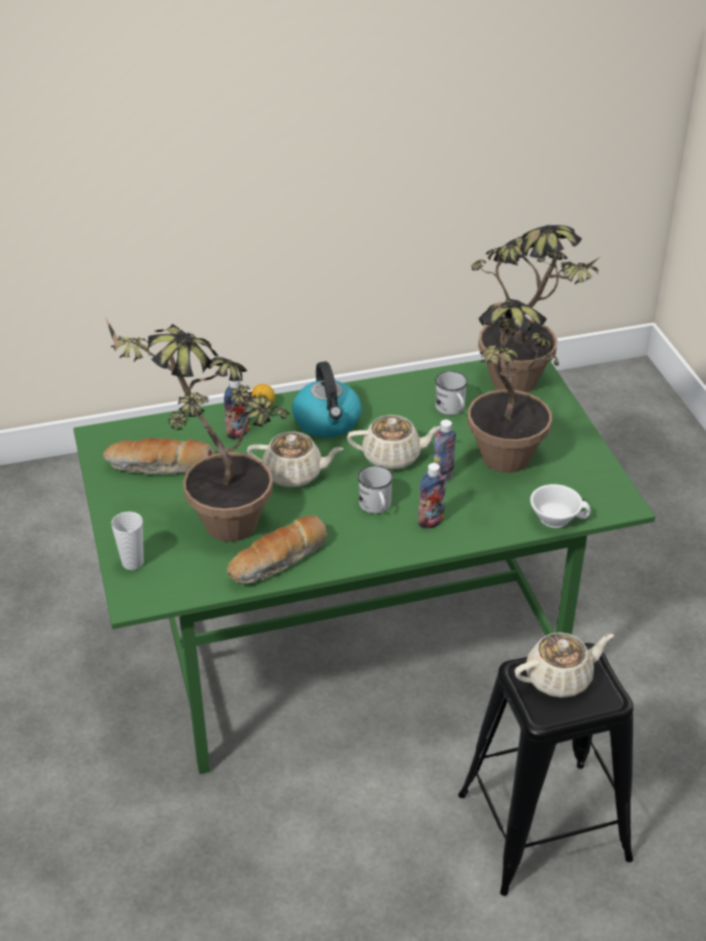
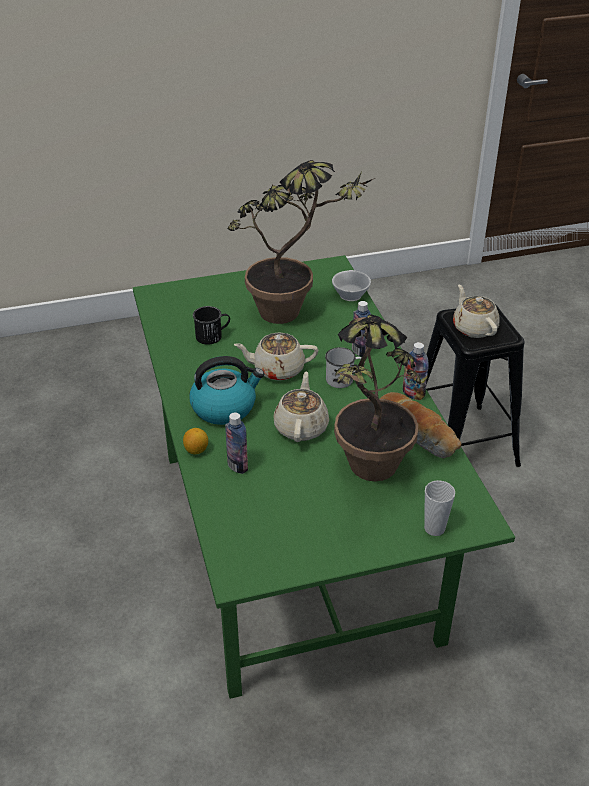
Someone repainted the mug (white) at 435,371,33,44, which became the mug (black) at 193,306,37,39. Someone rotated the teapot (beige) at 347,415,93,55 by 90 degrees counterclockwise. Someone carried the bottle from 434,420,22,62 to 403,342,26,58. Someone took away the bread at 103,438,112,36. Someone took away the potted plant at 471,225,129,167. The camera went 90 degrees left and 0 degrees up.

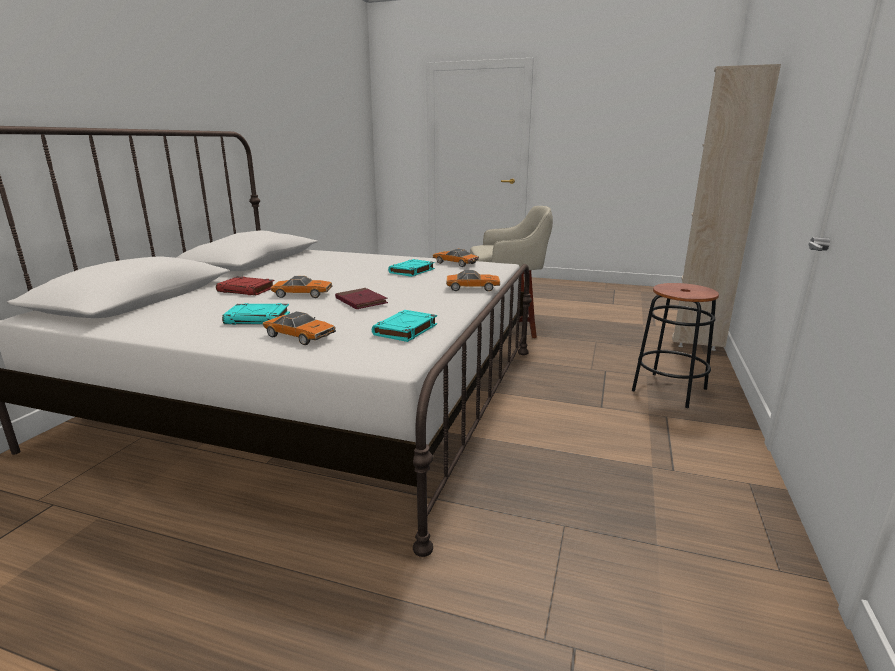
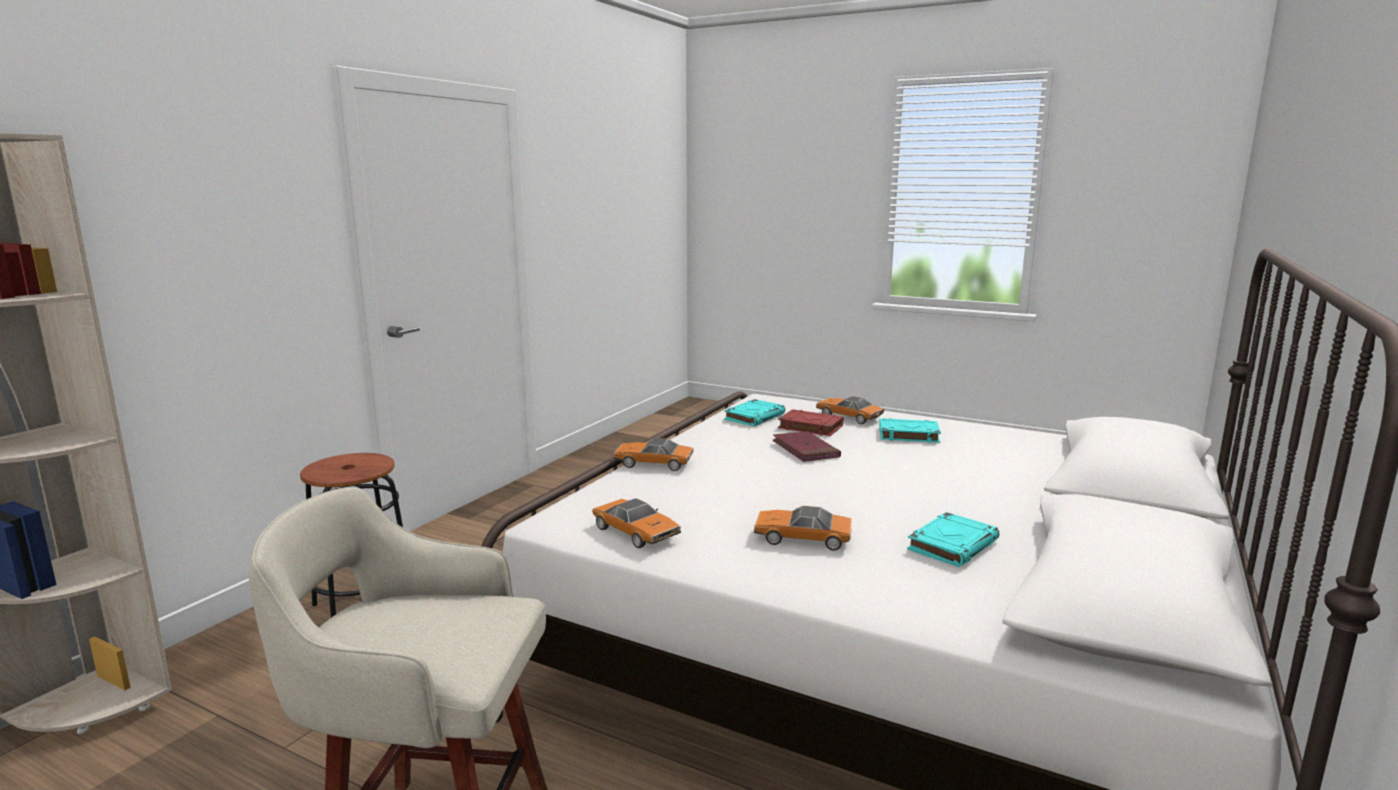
Someone carried the toy car from 271,276,61,22 to 754,506,98,45. Someone carried the book (red) from 216,277,58,18 to 778,409,66,27. Someone carried the book (turquoise) from 388,259,47,18 to 907,512,92,55. The camera went 170 degrees left and 5 degrees down.

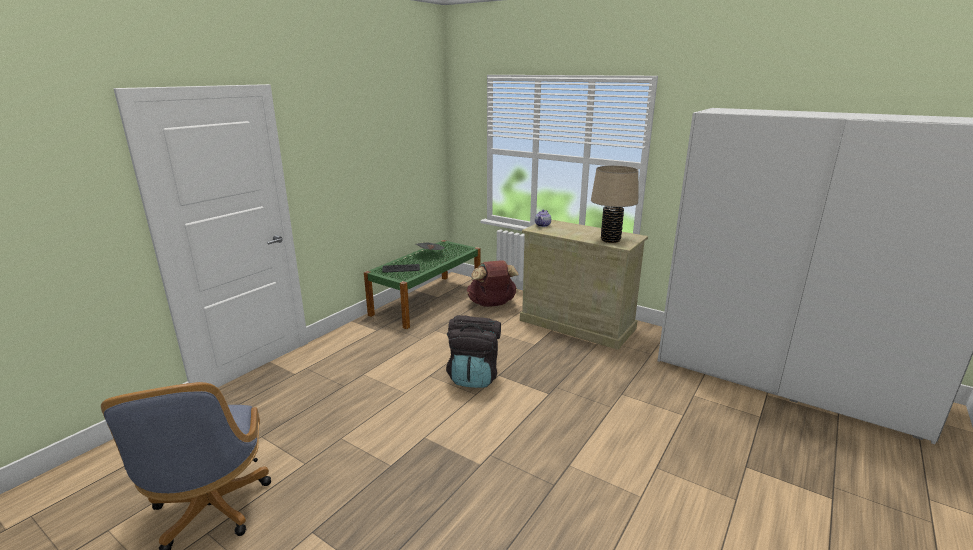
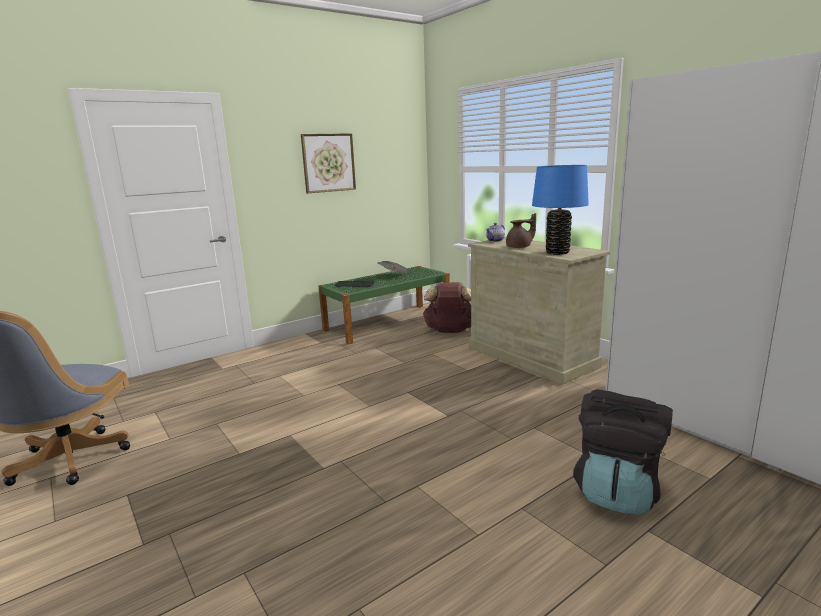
Someone put up the picture at 301,133,55,60. Someone put down the teapot (brown) at 506,213,30,35. Someone repainted the table lamp (beige) at 591,165,48,78, which became the table lamp (blue) at 532,165,57,90. Someone carried the backpack (black) from 446,315,55,73 to 573,389,100,126. The camera went 20 degrees right and 5 degrees down.

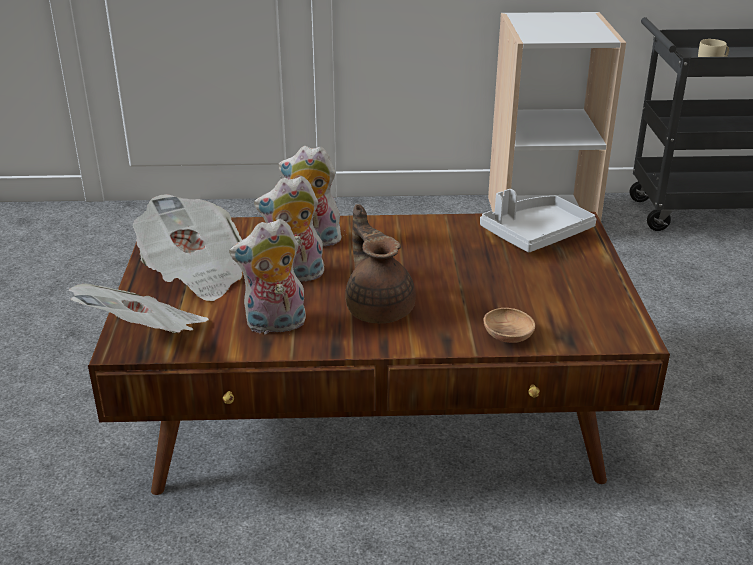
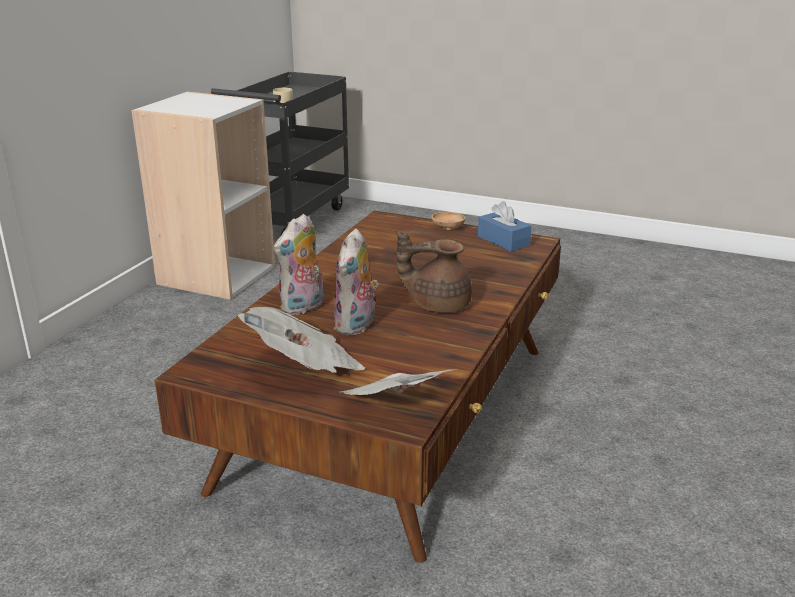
Someone carried the bowl (brown) from 484,308,51,35 to 432,212,33,18. Someone put down the tissue box (blue) at 478,201,53,51. Someone took away the plush toy at 229,219,77,115. Someone took away the tray (grey) at 480,189,117,63. The camera went 65 degrees left and 5 degrees down.

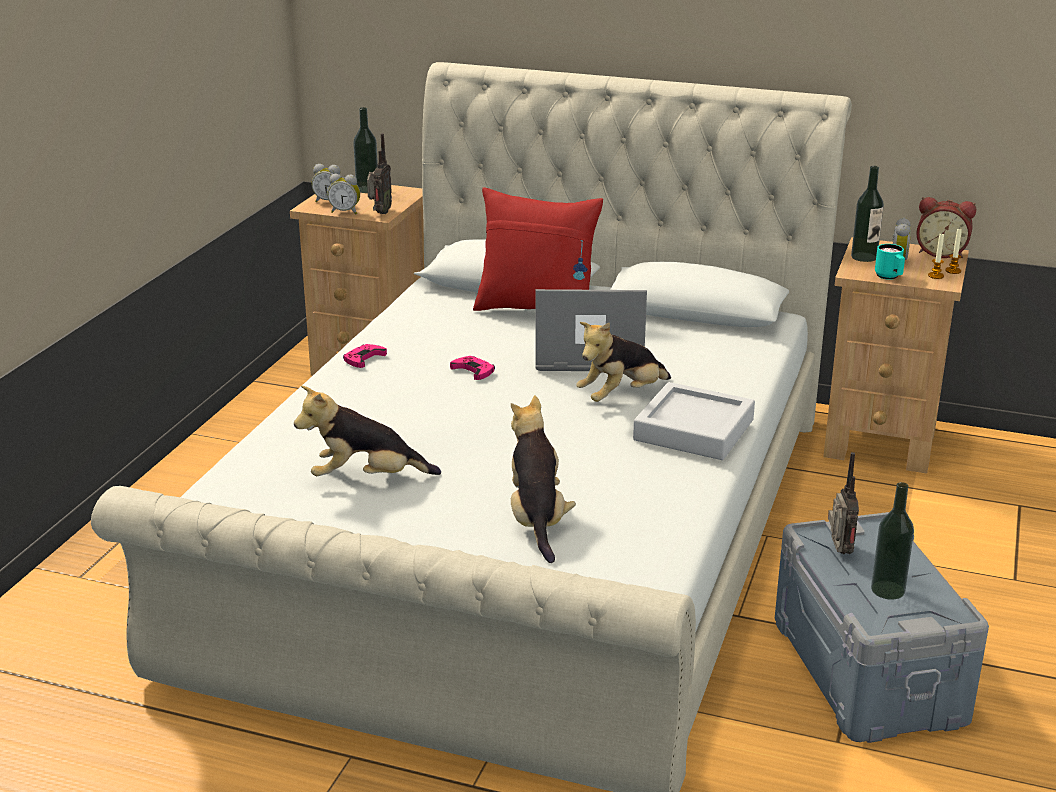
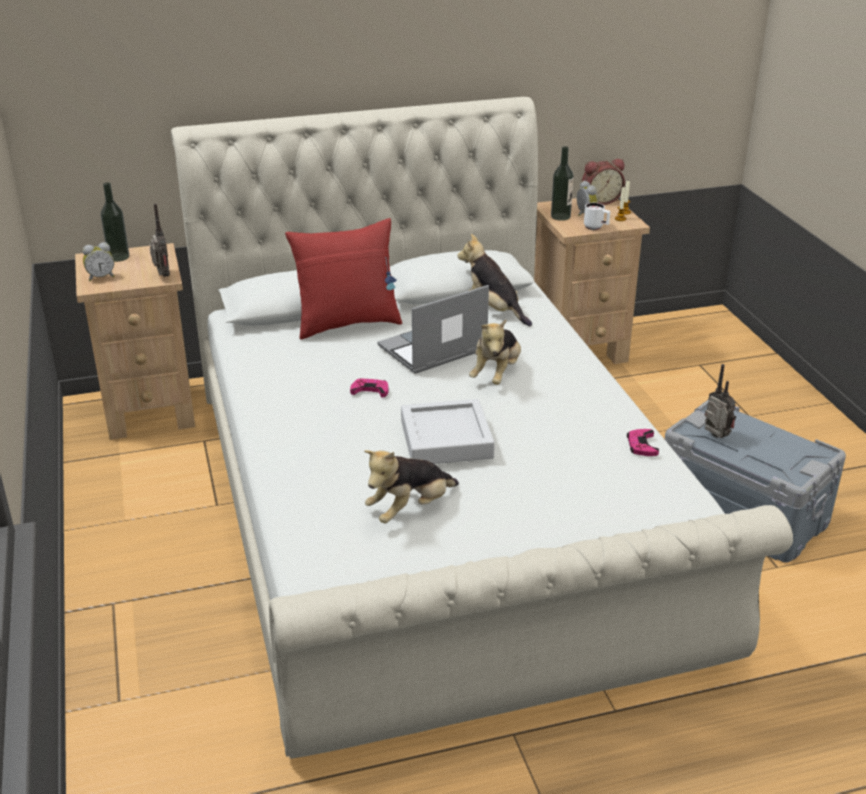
Someone carried the tray (grey) from 633,382,122,78 to 401,399,94,65. Someone carried the plush toy from 511,395,65,168 to 457,234,75,92. Someone repainted the mug (turquoise) at 875,244,30,36, which became the mug (white) at 584,203,26,27. Someone carried the game controller (pink) from 343,344,44,24 to 627,429,32,27. Someone took away the alarm clock at 327,174,33,40. Someone took away the bottle at 871,482,43,118. The camera went 35 degrees left and 5 degrees up.

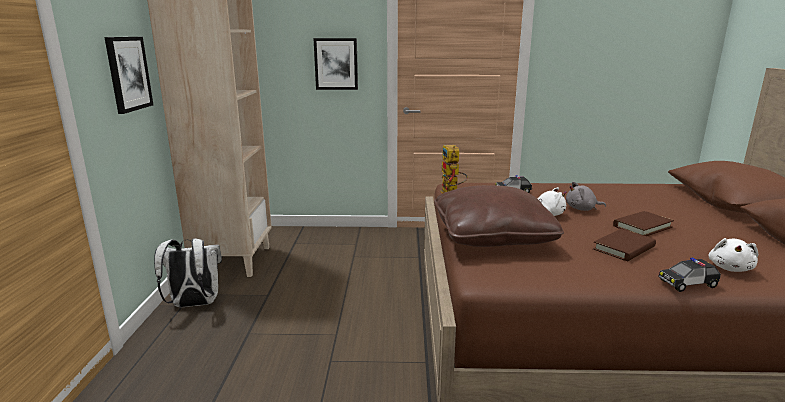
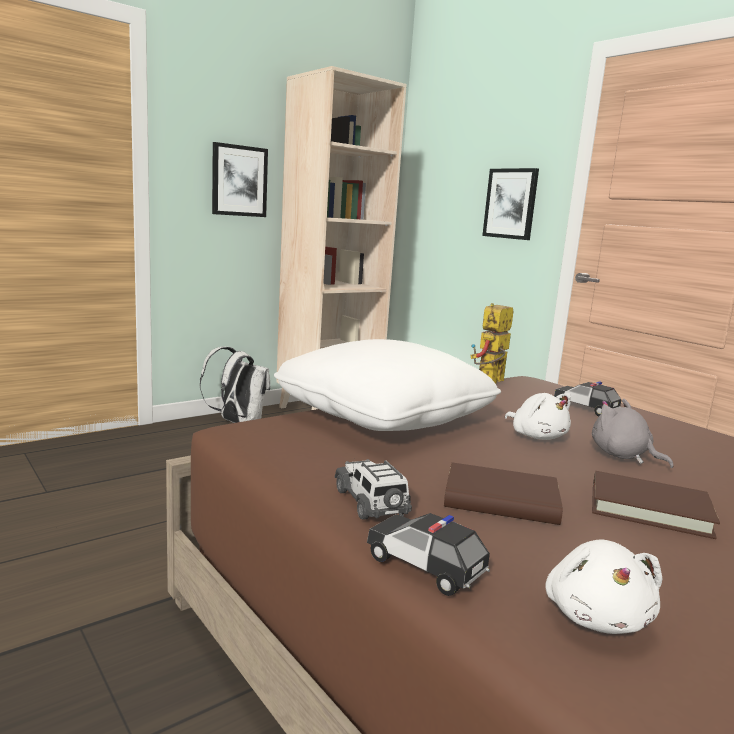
Someone repainted the pillow (brown) at 434,185,130,62, which became the pillow (white) at 274,339,227,92. Someone put down the toy car at 334,459,78,61. Someone rotated the plush toy (white) at 708,238,50,34 by 75 degrees counterclockwise. The camera went 50 degrees right and 5 degrees down.

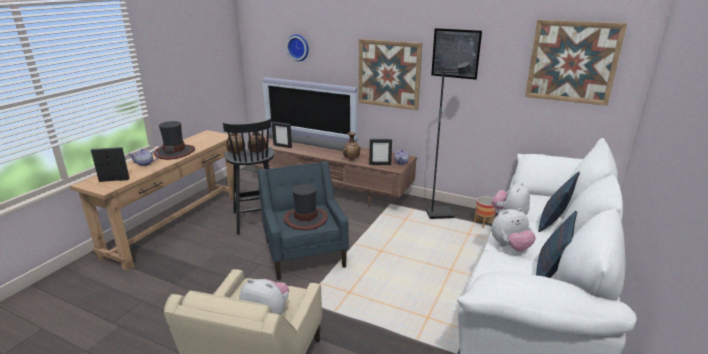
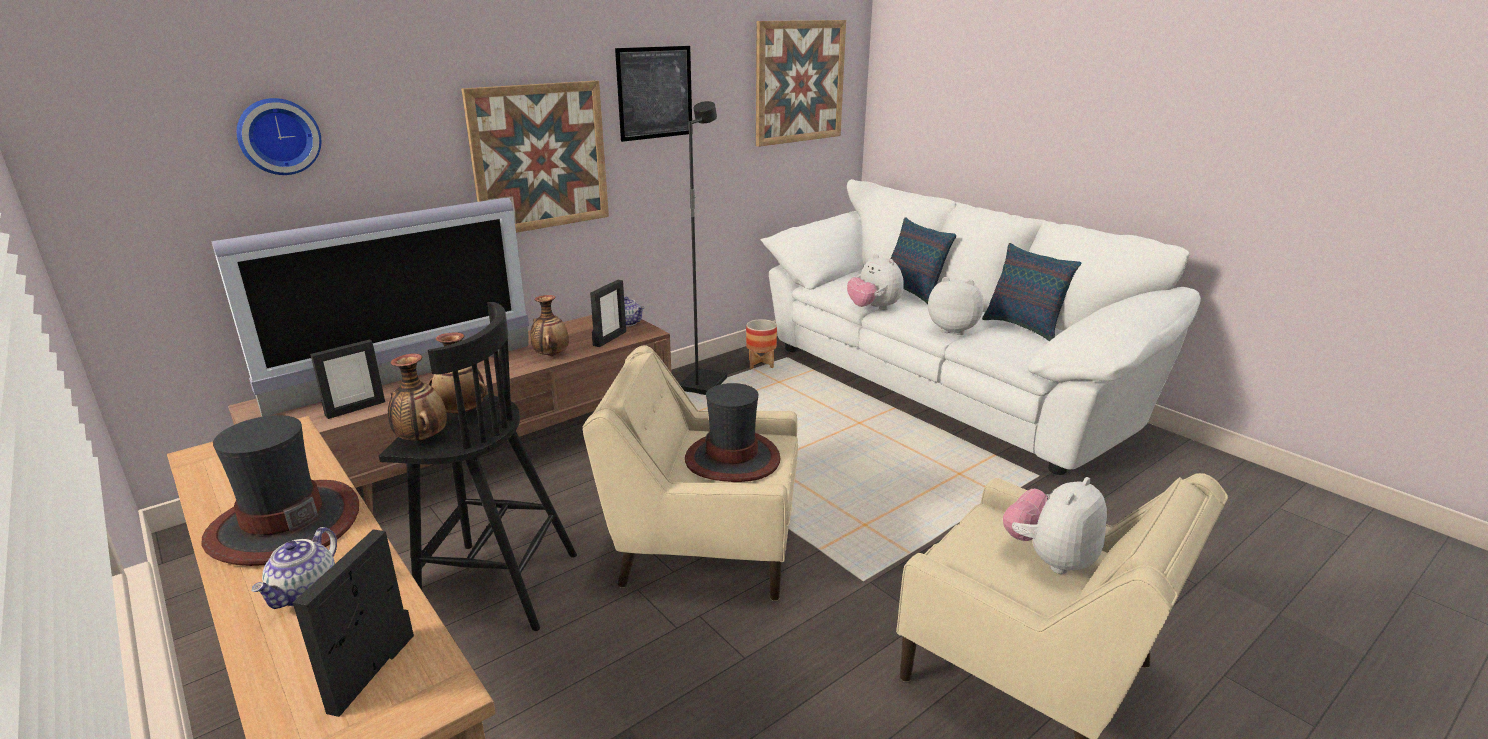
Someone repainted the armchair (blue) at 258,161,91,119, which became the armchair (beige) at 583,345,215,256. Someone rotated the plush toy at 491,208,45,44 by 75 degrees counterclockwise. The camera went 65 degrees left and 0 degrees up.

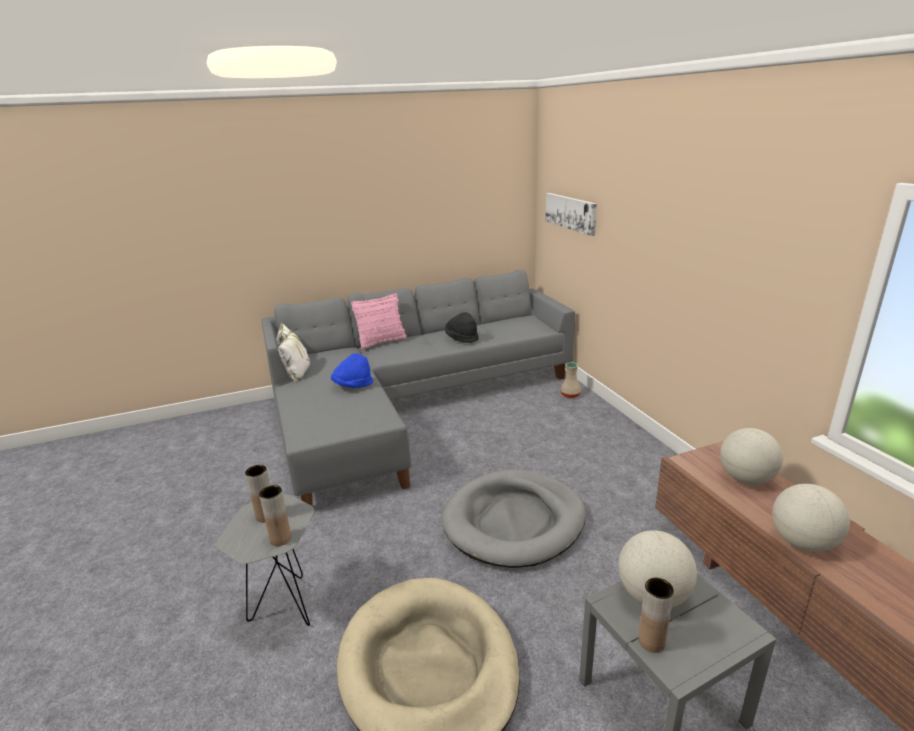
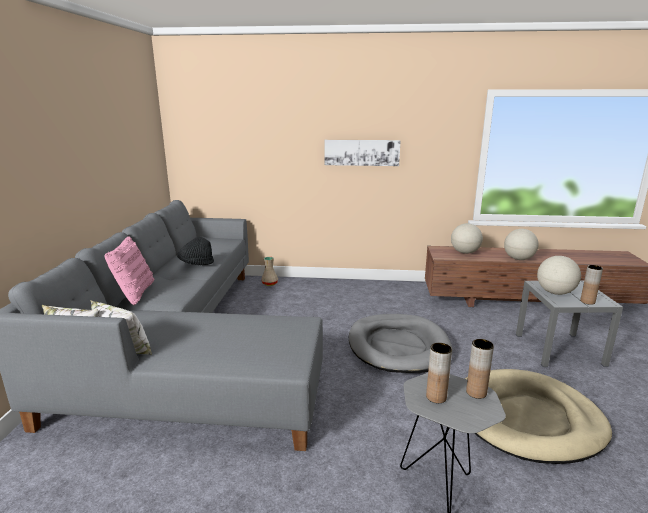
Someone carried the picture from 546,193,51,43 to 325,140,76,26. Someone took away the hat (blue) at 331,353,42,35. The camera went 65 degrees left and 5 degrees down.

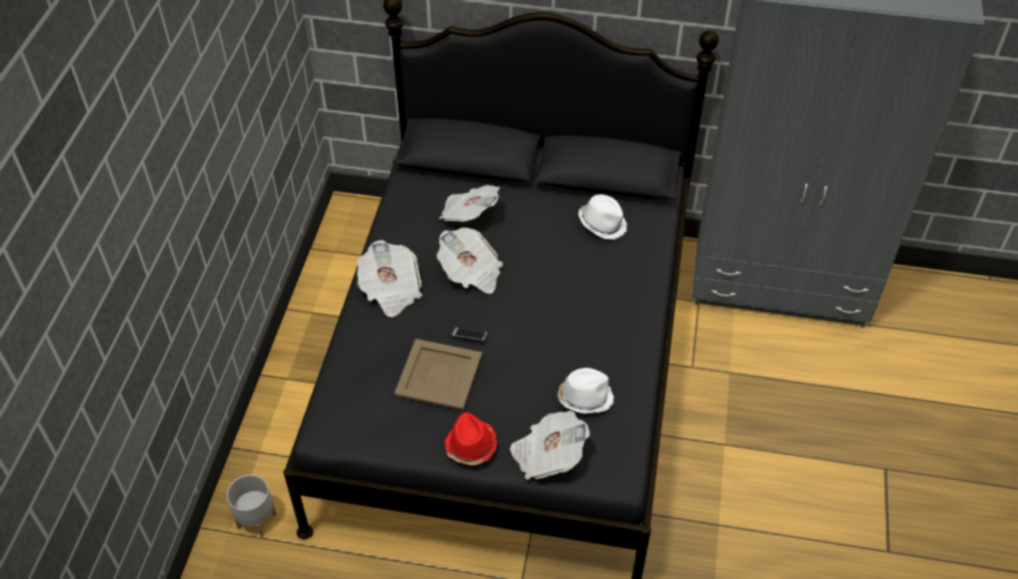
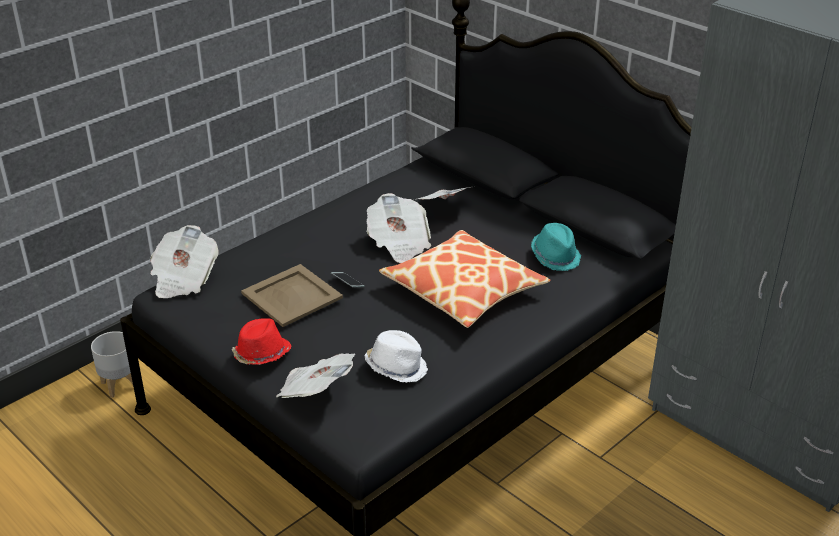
Someone carried the newspaper from 357,240,65,77 to 150,225,69,73. Someone put down the pillow at 379,230,171,98. Someone repainted the hat (white) at 578,194,49,45, which became the hat (turquoise) at 531,223,50,48. The camera went 35 degrees right and 15 degrees down.

